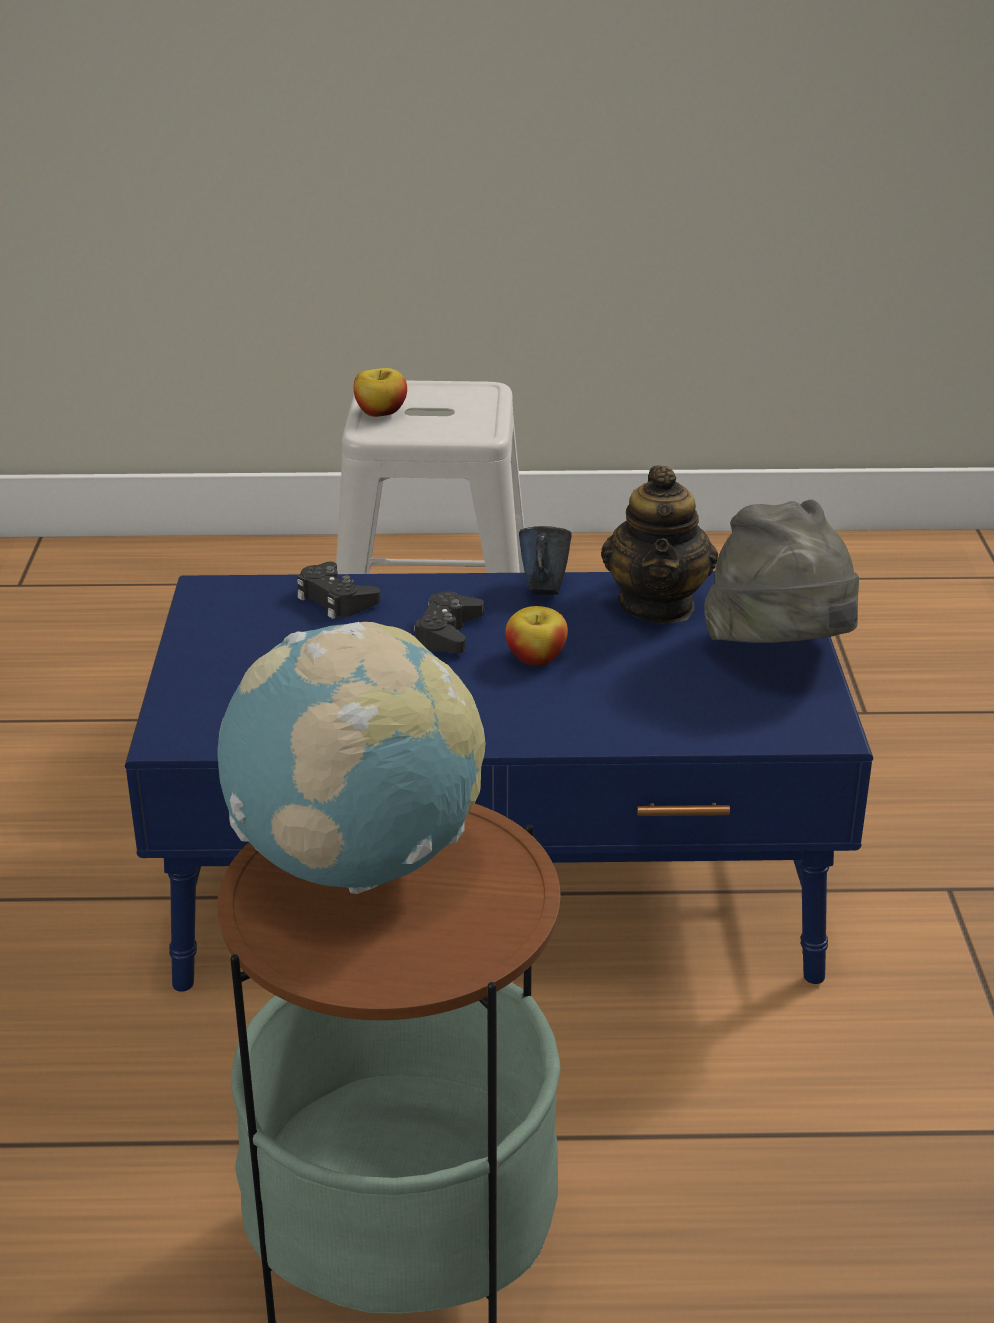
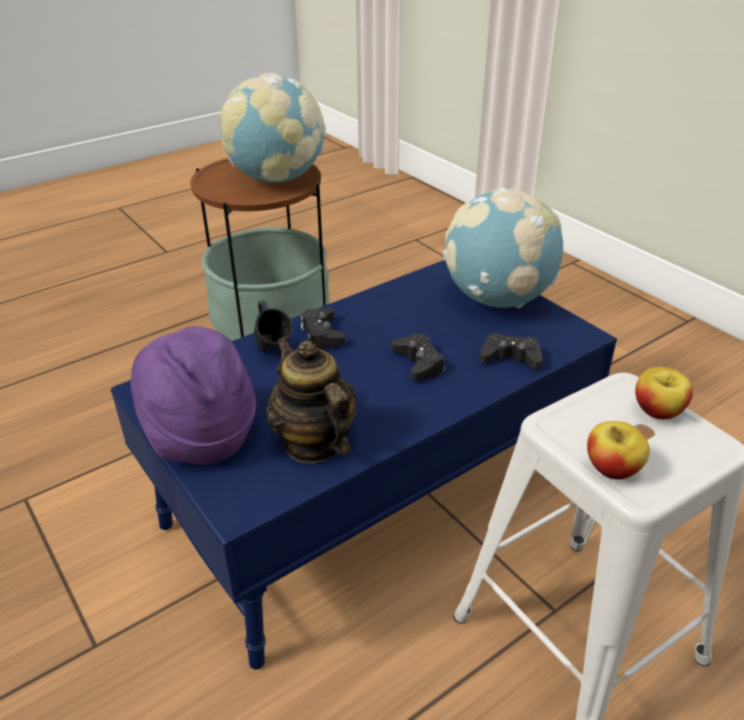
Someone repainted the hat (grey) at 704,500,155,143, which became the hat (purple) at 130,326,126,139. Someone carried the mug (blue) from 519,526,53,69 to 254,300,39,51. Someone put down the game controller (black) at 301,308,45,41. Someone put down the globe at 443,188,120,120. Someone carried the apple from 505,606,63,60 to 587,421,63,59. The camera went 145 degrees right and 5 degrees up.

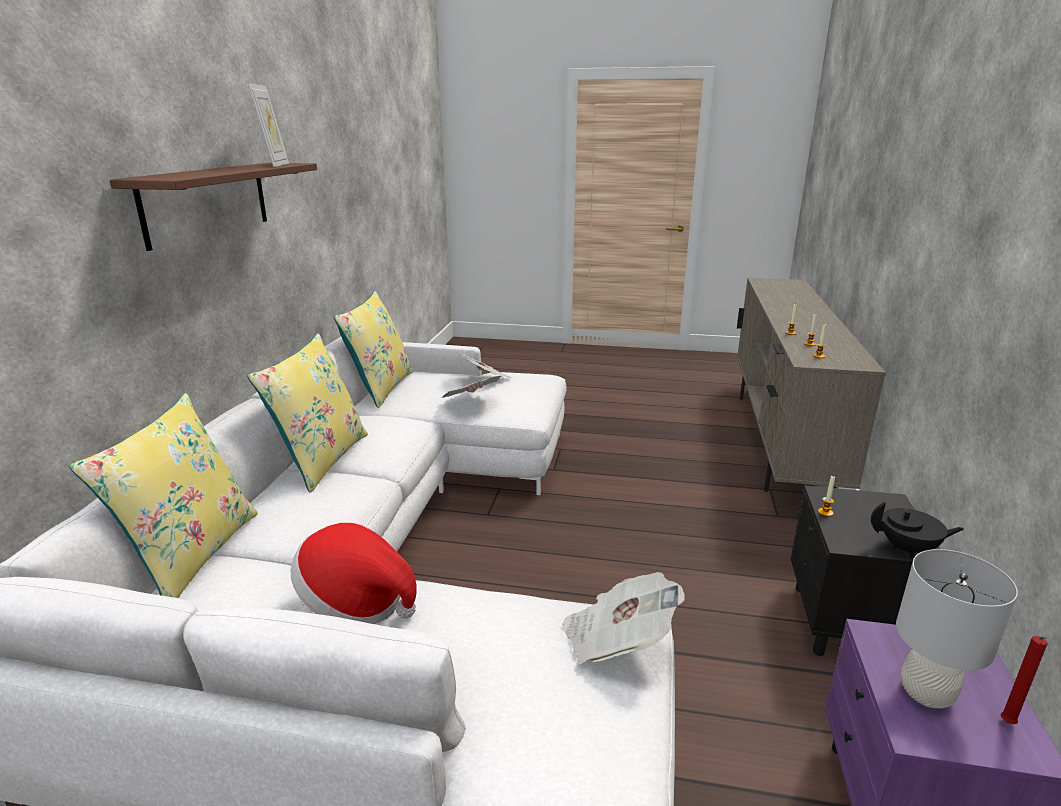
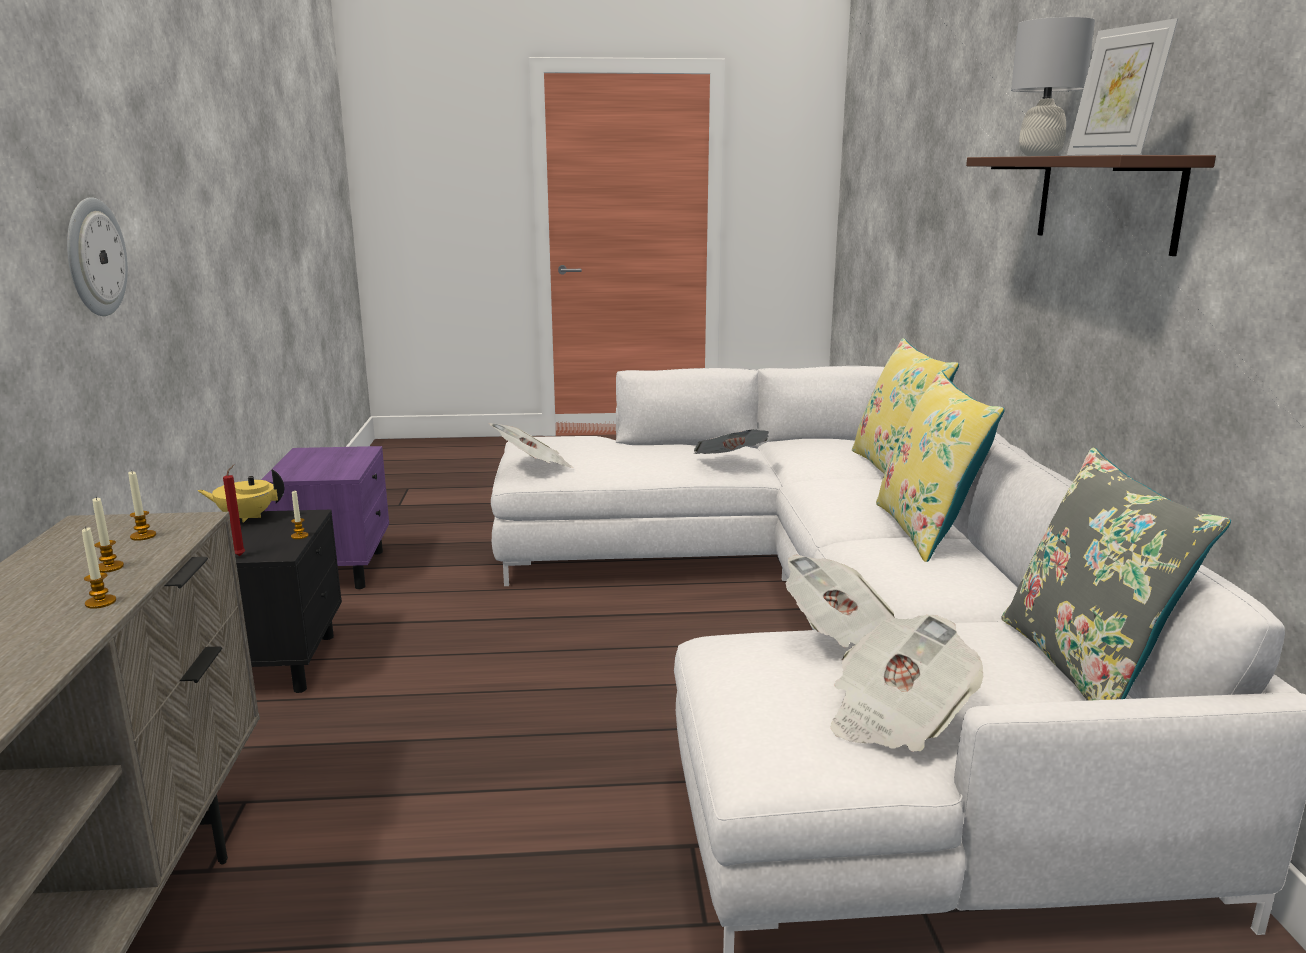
Someone put up the wall clock at 67,197,61,119. Someone repainted the teapot (black) at 871,502,93,56, which became the teapot (yellow) at 197,469,87,54. Someone carried the candle (red) from 1000,636,48,88 to 223,465,22,91. Someone swapped the hat at 291,523,126,101 for the newspaper at 694,429,75,25. Someone repainted the pillow (yellow) at 334,291,79,117, which became the pillow (grey) at 1001,447,230,254. Someone carried the table lamp (grey) from 896,549,122,160 to 1011,17,84,139. The camera went 165 degrees right and 5 degrees down.

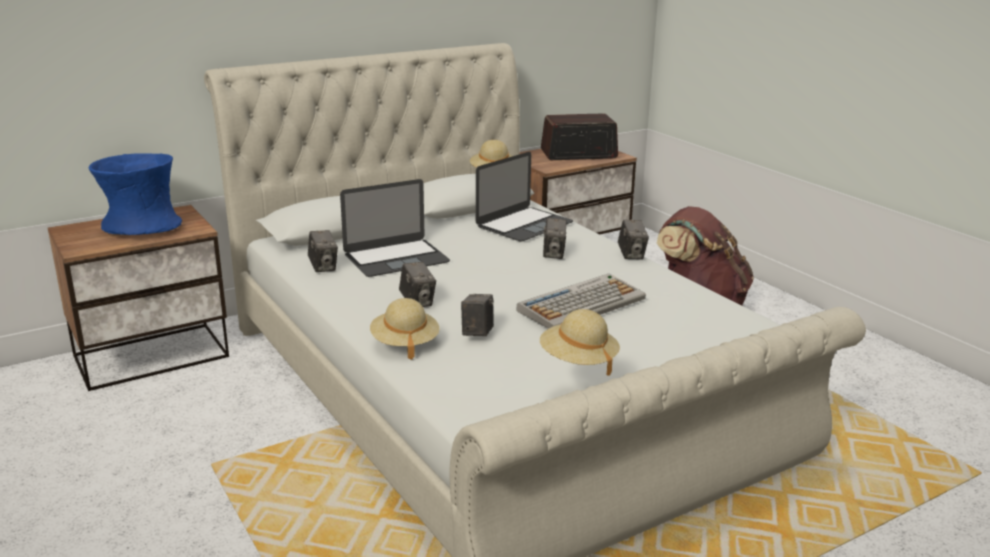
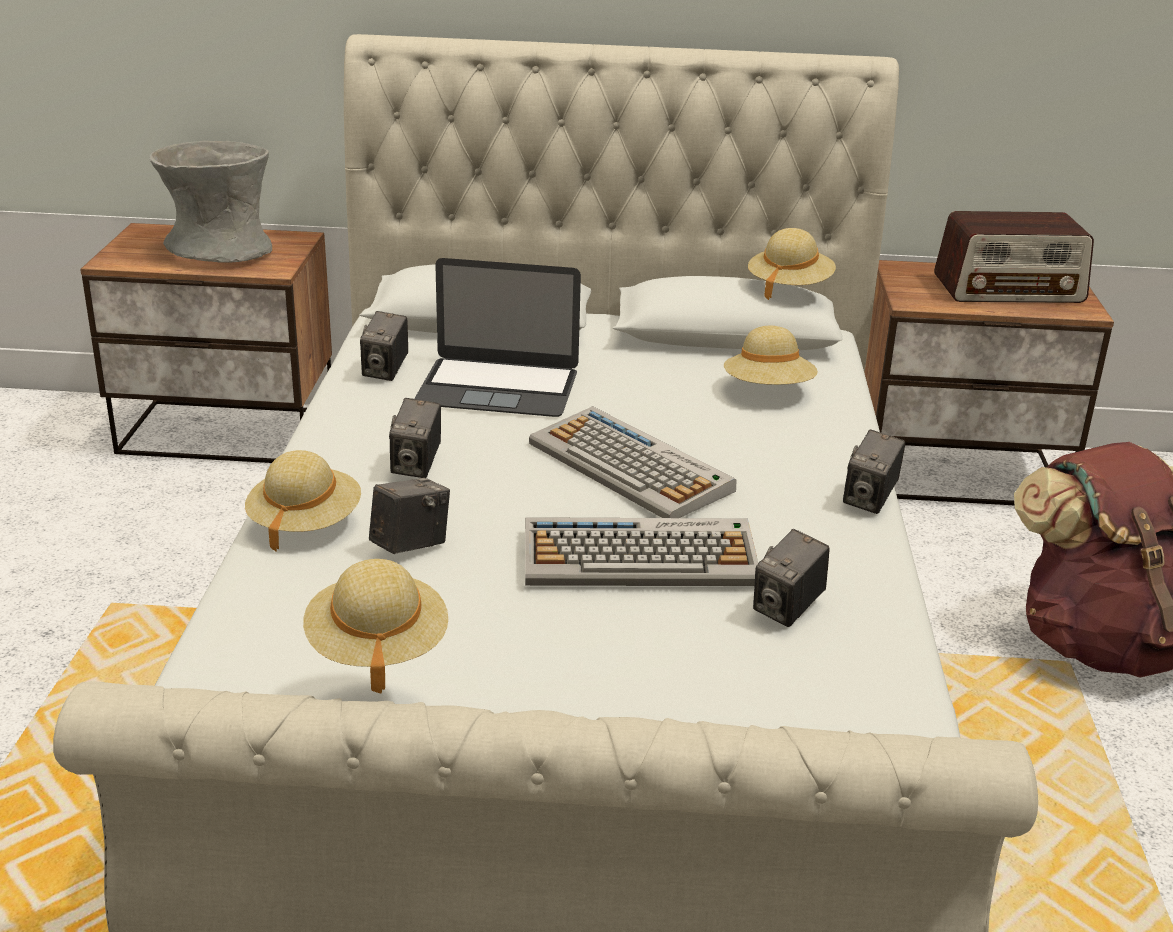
Someone repainted the vase (blue) at 89,153,93,82, which became the vase (grey) at 149,140,123,123. Someone put down the keyboard at 529,406,208,112. Someone swapped the laptop at 476,152,97,90 for the hat (beige) at 724,326,94,59. Someone carried the photo camera from 543,218,24,41 to 753,529,77,98. Someone rotated the radio at 541,113,77,47 by 150 degrees clockwise. The camera went 35 degrees right and 5 degrees up.

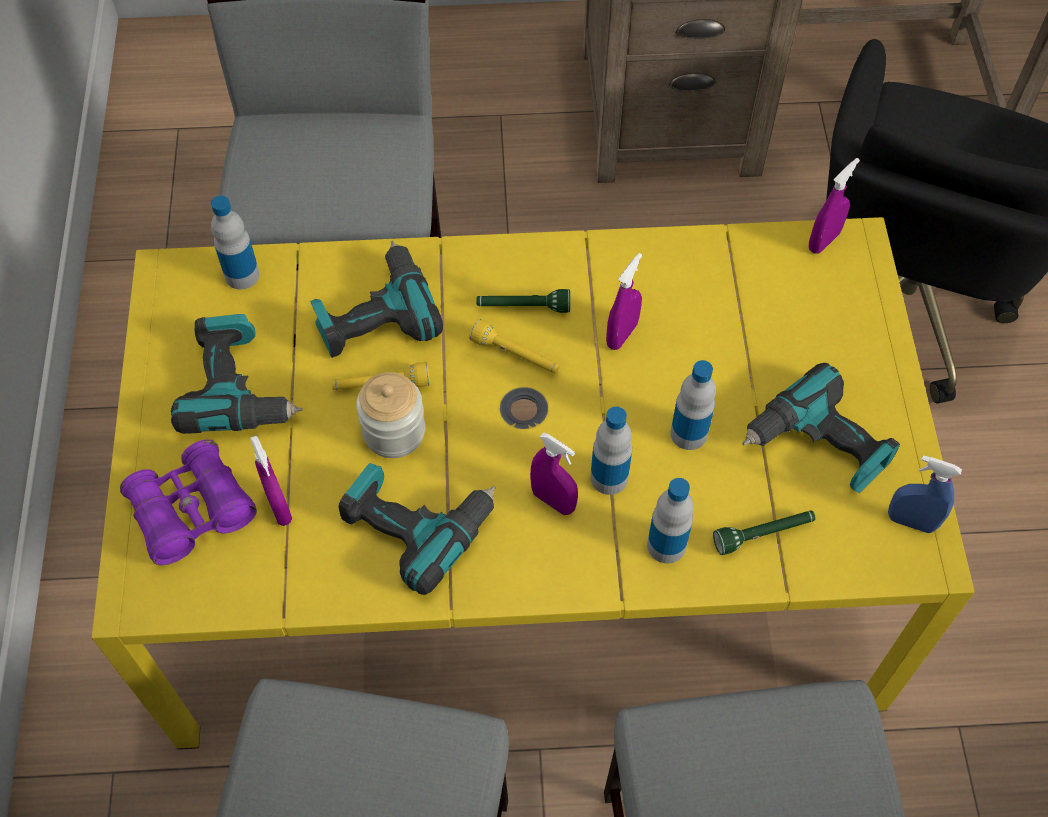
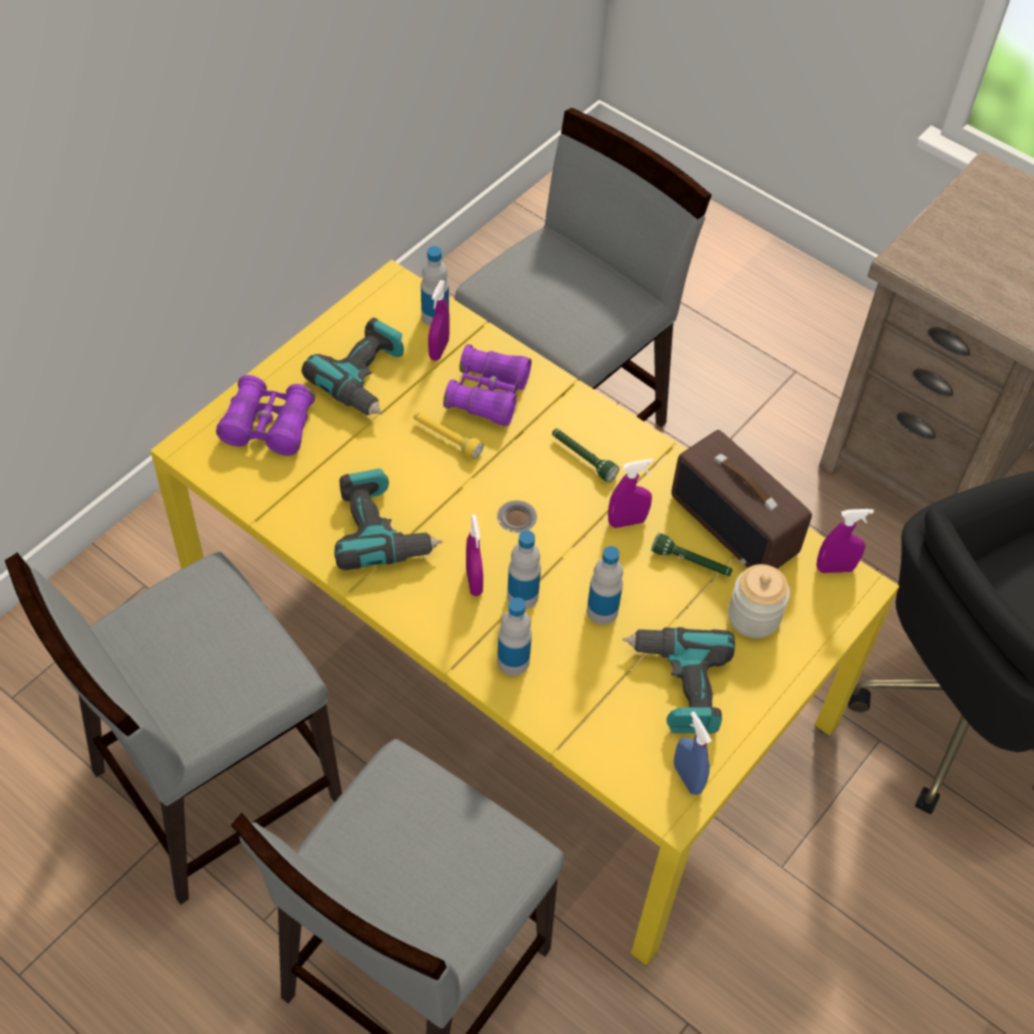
Someone carried the spray bottle (purple) from 250,435,42,91 to 428,280,22,81. Someone swapped the power drill at 310,241,133,117 for the binoculars (purple) at 443,344,89,82. Someone carried the flashlight (green) from 713,511,102,44 to 651,533,82,43. Someone put down the radio at 671,430,141,139. Someone carried the jar from 356,372,69,86 to 728,564,62,74. Someone took away the flashlight (yellow) at 469,319,91,54. The camera went 40 degrees right and 5 degrees down.

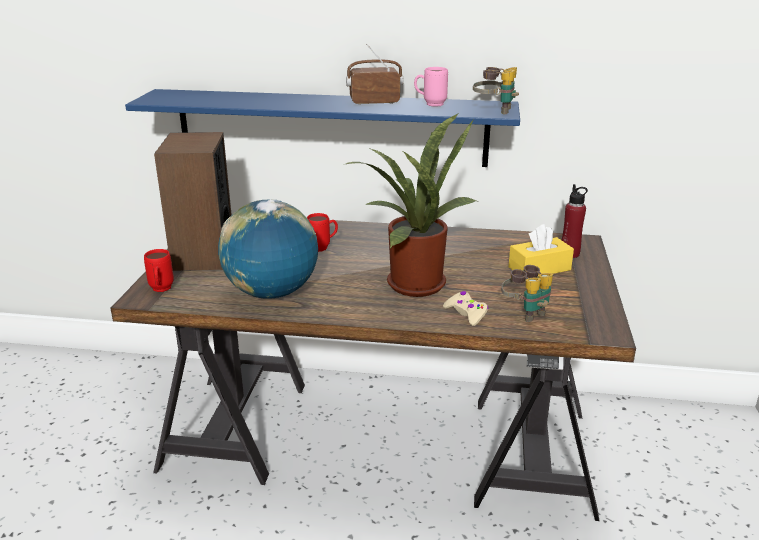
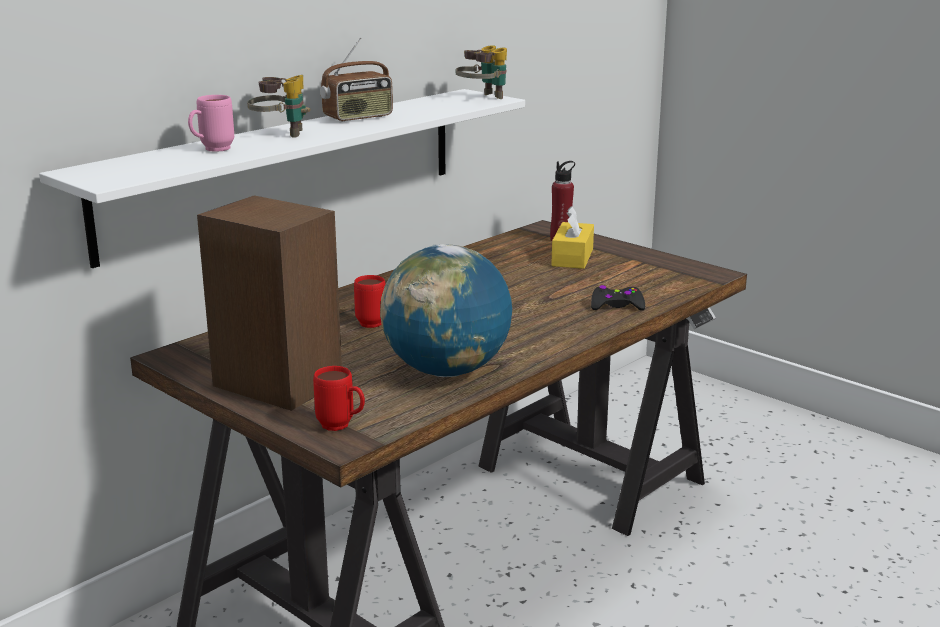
Someone repainted the shelf (blue) at 125,89,395,78, which became the shelf (white) at 39,89,486,179. Someone carried the mug (pink) from 414,67,34,40 to 188,95,46,57. Someone carried the binoculars from 501,265,52,57 to 247,75,64,63. Someone rotated the radio at 346,44,57,61 by 150 degrees counterclockwise. Someone repainted the game controller (beige) at 443,291,46,35, which became the game controller (black) at 591,285,54,25. Someone took away the potted plant at 346,113,130,184. The camera went 55 degrees left and 5 degrees down.

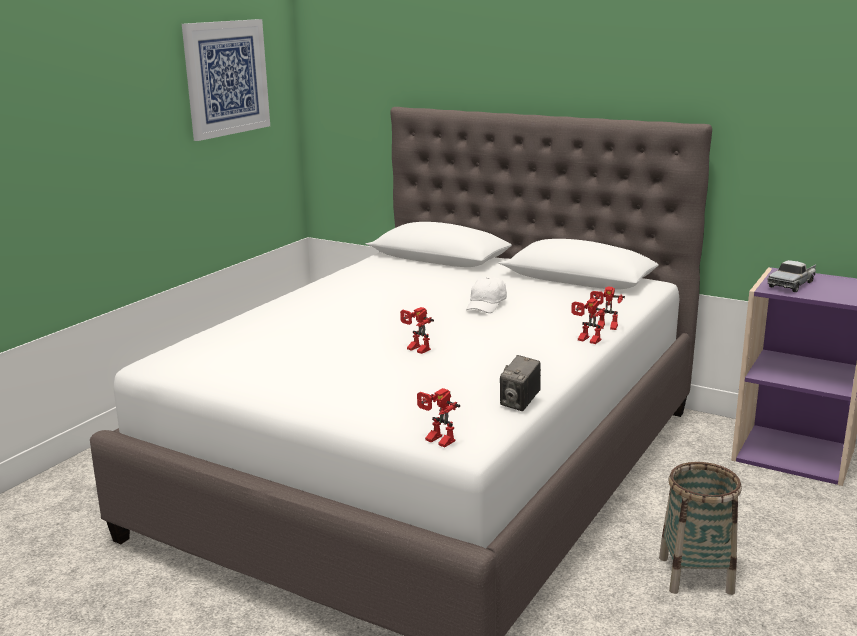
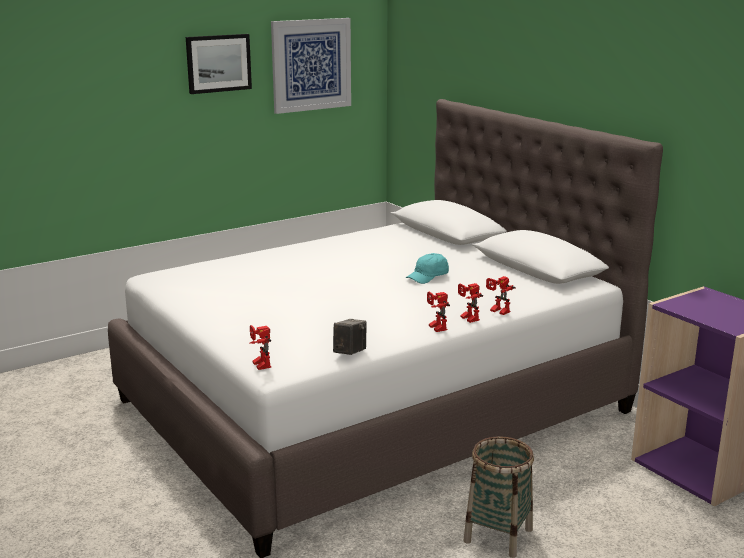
Someone put up the picture at 186,34,66,60. Someone rotated the photo camera at 500,355,41,56 by 150 degrees clockwise. Someone repainted the cap (white) at 466,277,41,36, which became the cap (turquoise) at 406,253,43,31. Someone carried the toy robot from 400,307,34,47 to 427,291,23,41. Someone took away the toy truck at 768,260,48,32. The camera went 25 degrees right and 0 degrees up.

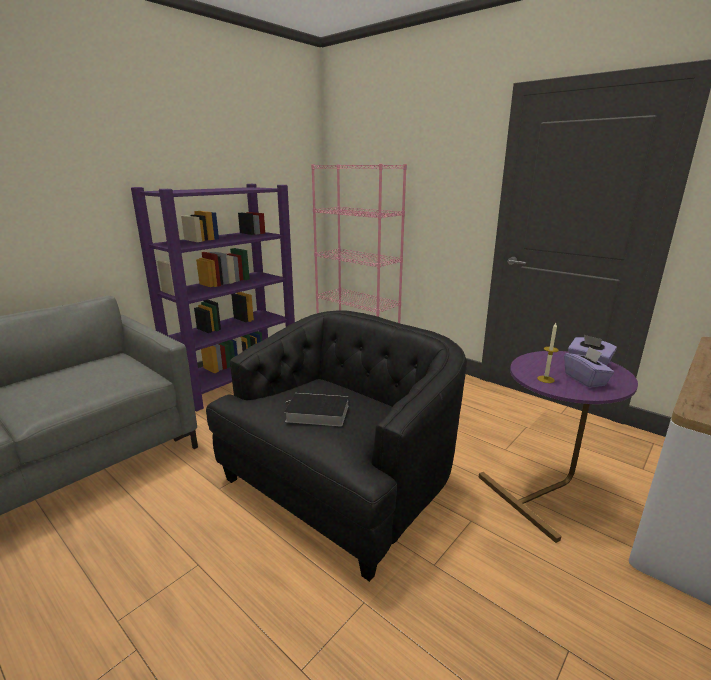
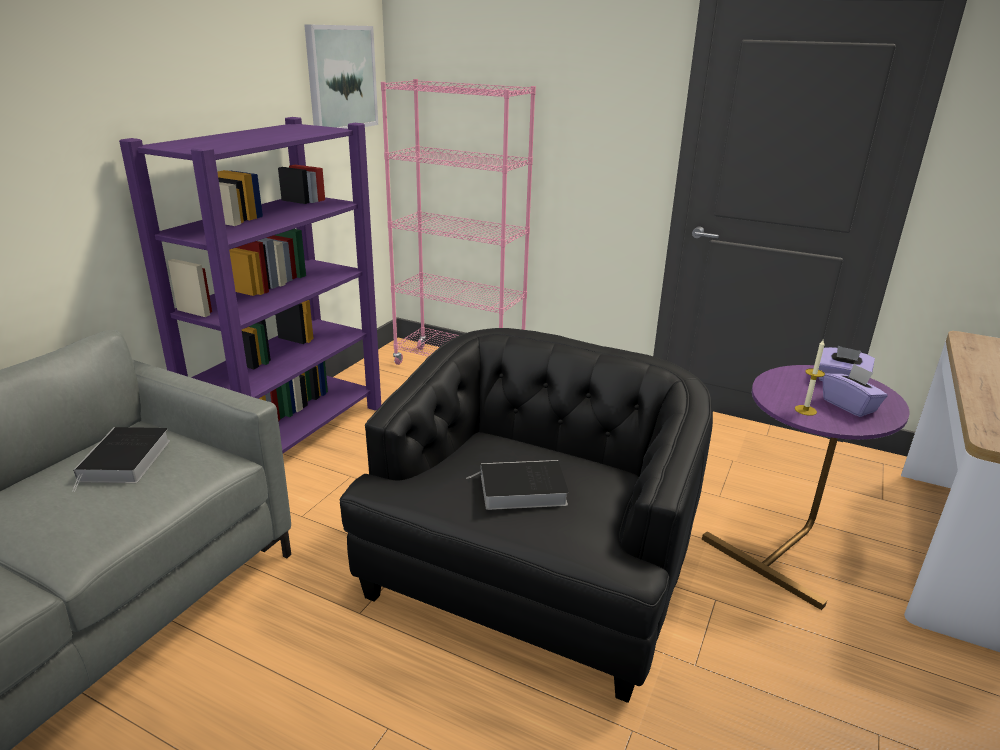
Someone put down the book at 72,427,98,65. Someone put up the picture at 304,24,74,105. The camera went 15 degrees left and 5 degrees up.

